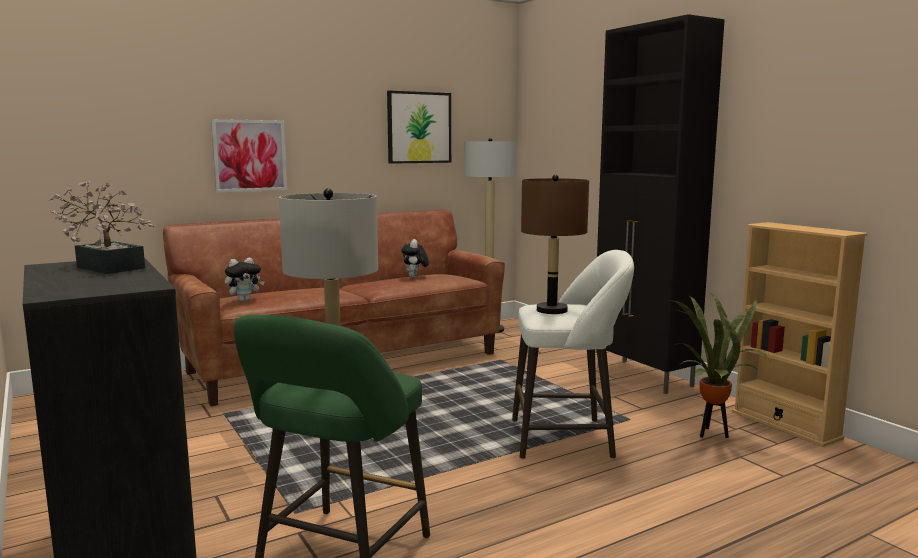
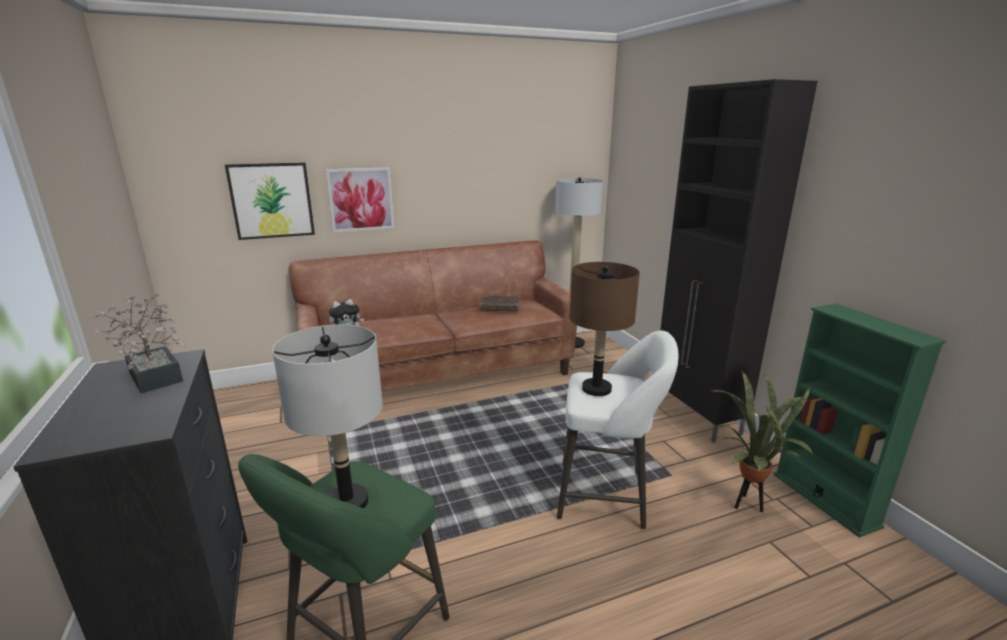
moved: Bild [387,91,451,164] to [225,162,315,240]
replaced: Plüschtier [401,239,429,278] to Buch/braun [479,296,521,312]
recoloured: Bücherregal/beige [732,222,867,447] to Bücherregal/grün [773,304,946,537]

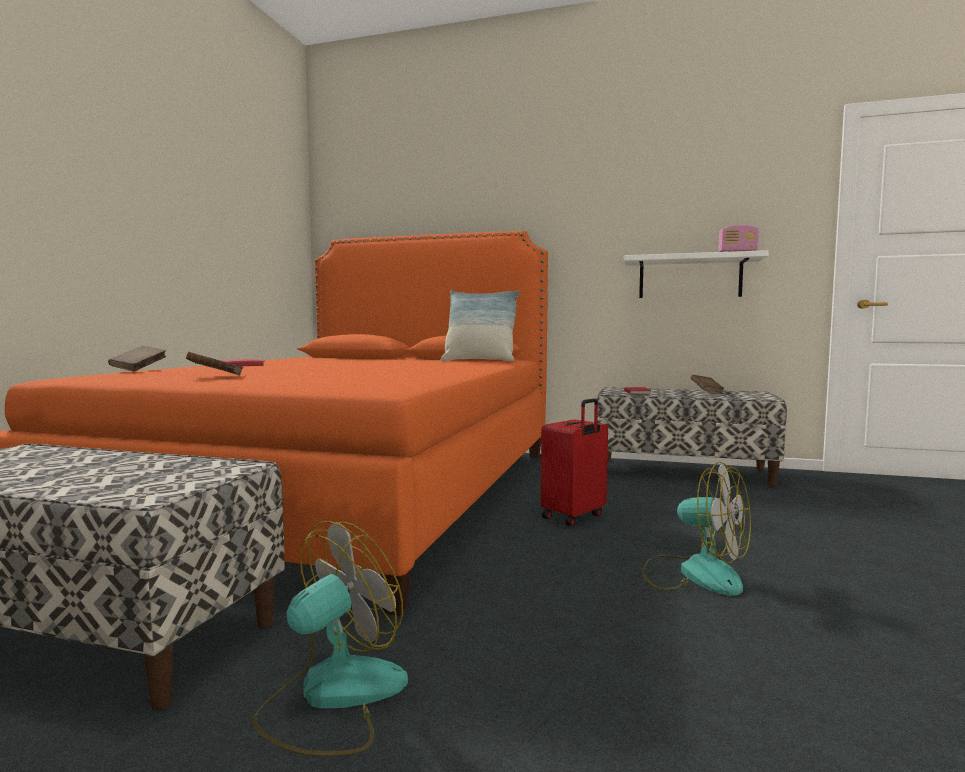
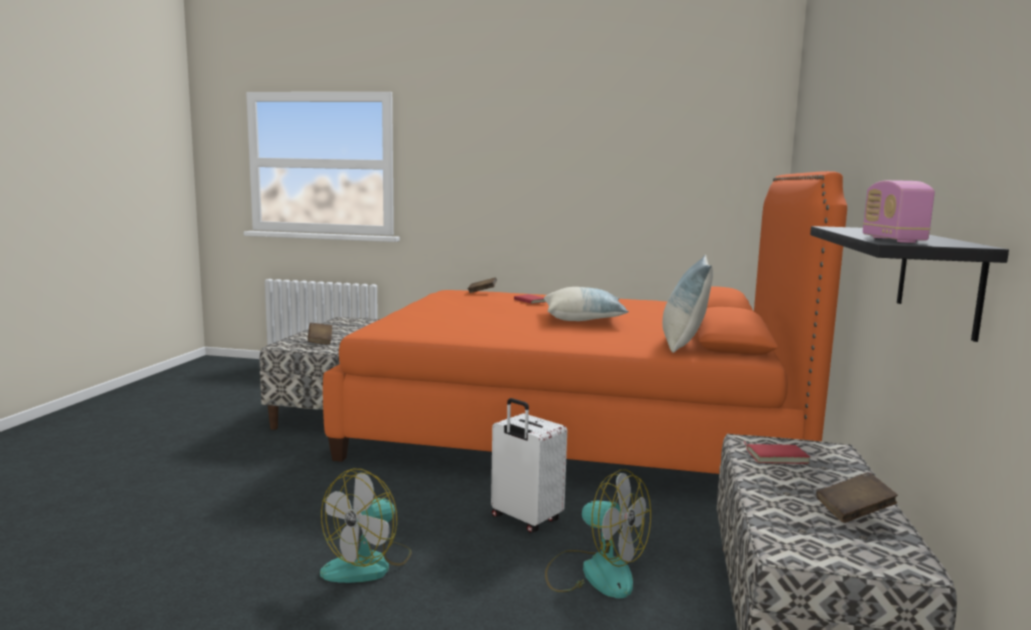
added: Kissen [544,287,629,321]
moved: Buch/braun [186,352,243,375] to [308,323,332,345]; Ventilator [252,521,408,756] to [545,469,651,598]
recoloured: Wandregal/weiß [624,250,769,298] to Wandregal/schwarz [810,226,1009,342]; Koffer/rot [541,398,608,526] to Koffer/weiß [491,398,567,533]

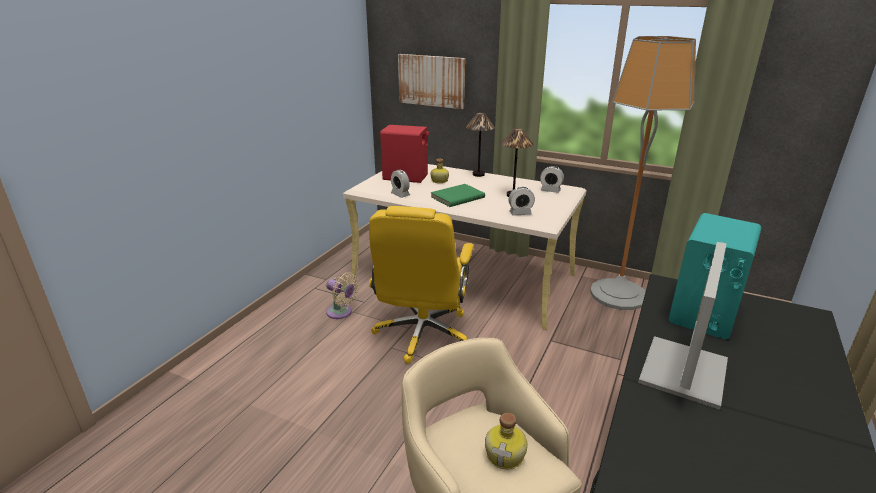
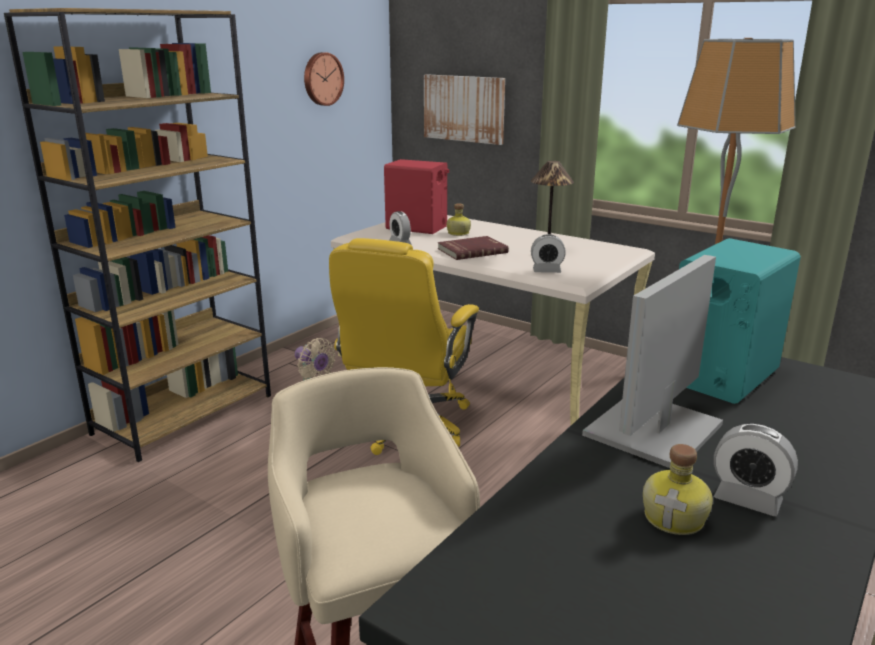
removed: Tischlampe [466,113,495,177]
added: Bücherregal/braun [4,8,271,462]; Wanduhr [304,52,344,106]
moved: Wecker [540,166,564,193] to [714,424,798,516]; Flasche [485,413,528,469] to [643,444,713,535]
recoloured: Buch/grün [431,184,485,207] to Buch/rot [438,236,509,260]

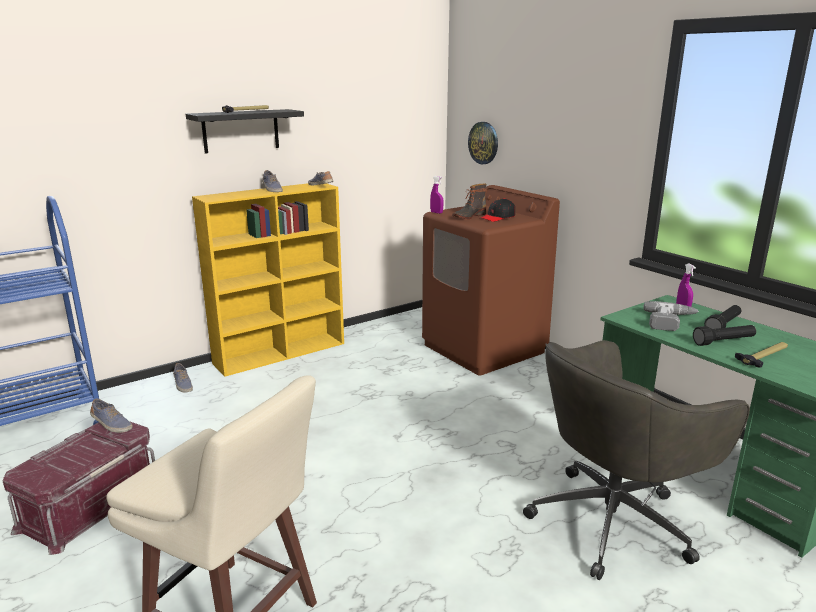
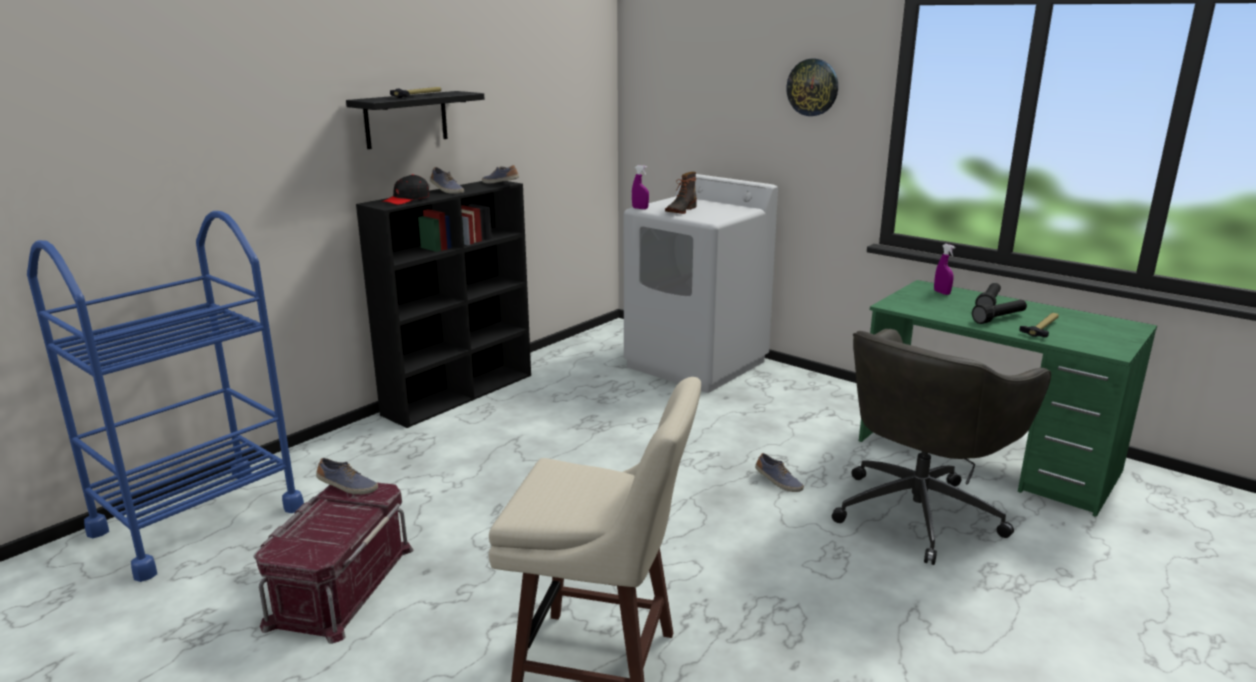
removed: Bohrmaschine [644,301,699,331]
moved: Wanduhr [468,122,498,165] to [786,59,838,116]; Kappe/schwarz [481,198,515,222] to [382,174,430,205]; Schuh [173,363,193,393] to [755,453,804,492]
recoloured: Bücherregal/gelb [192,183,344,377] to Bücherregal/schwarz [356,181,531,428]; Waschmaschine/braun [422,185,560,375] to Waschmaschine/weiß [624,174,778,393]

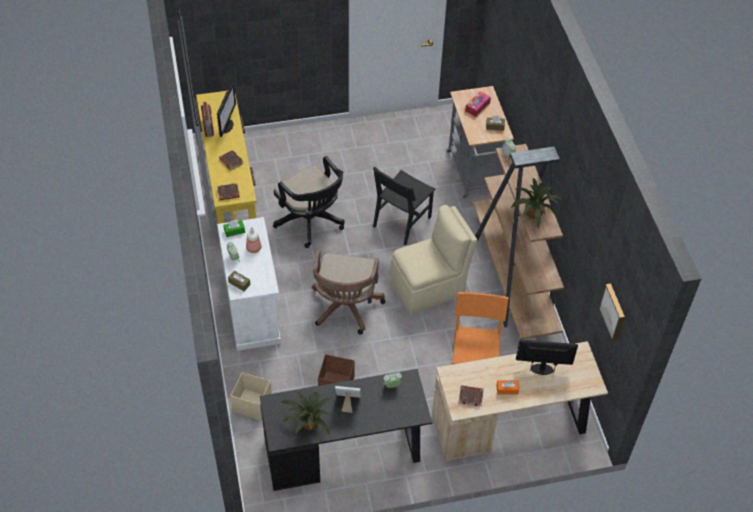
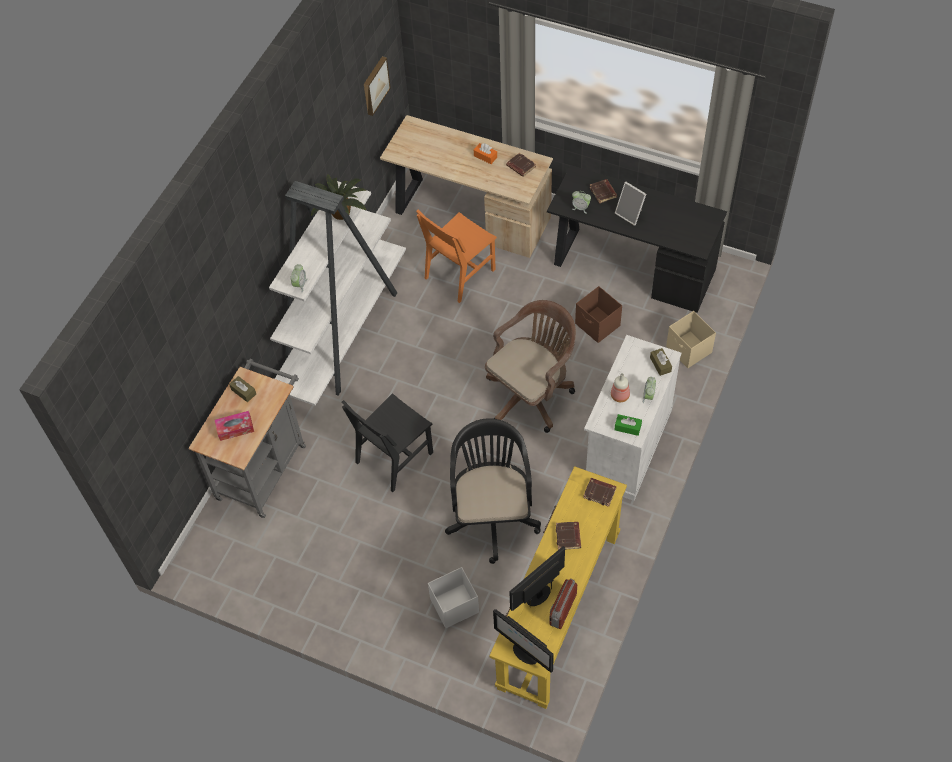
removed: Stuhl/beige [390,205,478,315]; Topfpflanze [280,392,332,435]
added: Buch/braun [590,179,617,204]; Aufbewahrungsbox/weiß [428,567,479,628]
moved: Monitor [516,339,578,375] to [493,609,554,673]
recoloured: Bücherregal/braun [473,144,564,339] to Bücherregal/weiß [269,181,406,406]
turned: Stuhl/schwarz [373,167,436,245] = [341,393,433,492] 150 degrees clockwise

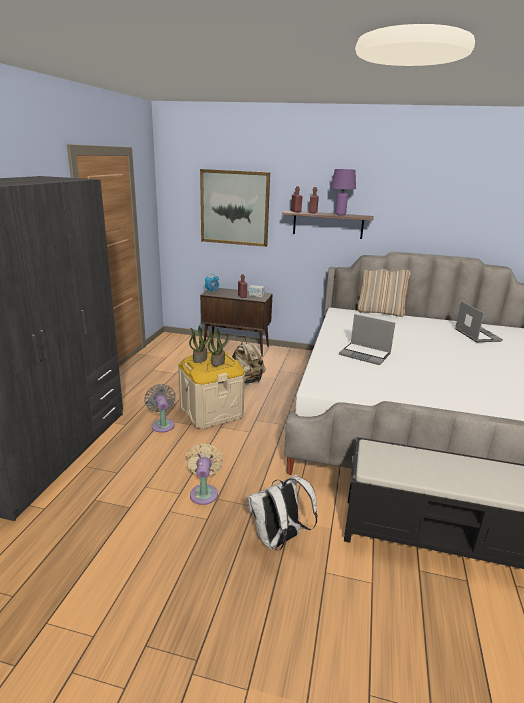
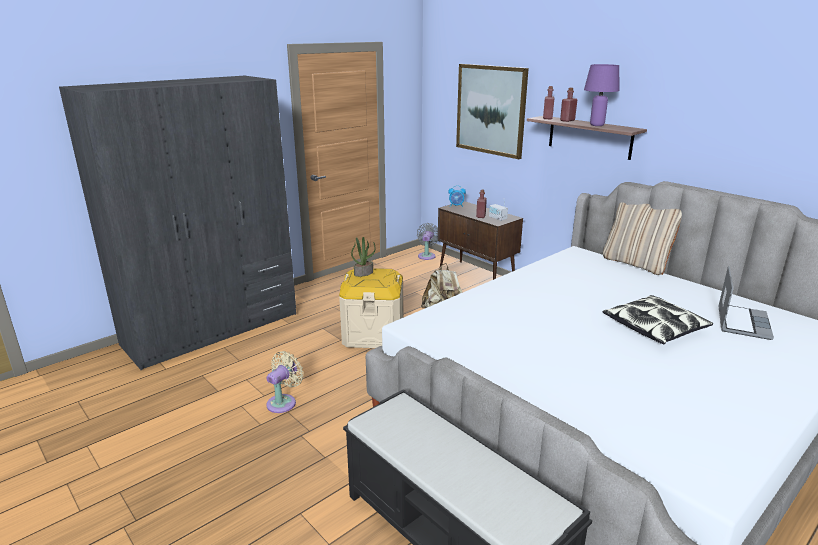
removed: Laptop [339,314,395,365]; Topfpflanze [208,329,229,366]; Rucksack/weiß [248,474,318,550]
added: Kissen [603,295,713,344]
moved: Ventilator/grau [145,384,175,433] to [417,223,438,260]

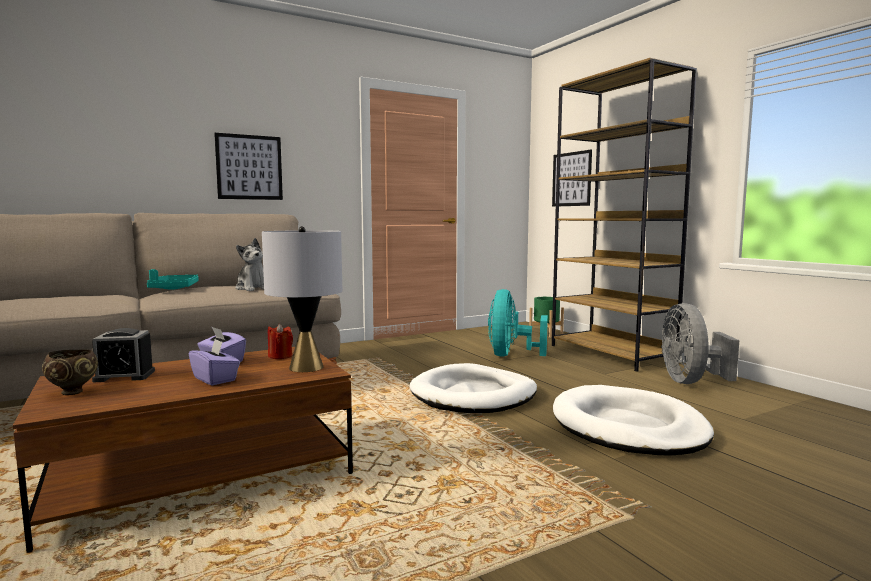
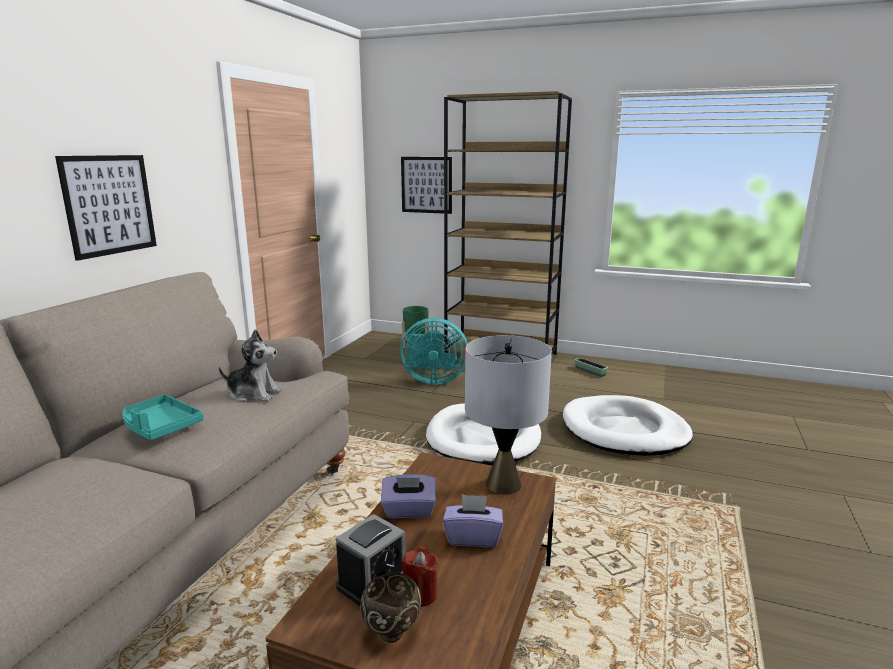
moved: Kerze/rot [268,324,293,359] to [402,547,438,607]
replaced: Ventilator/grau [661,303,739,384] to Pflanzkübel [575,358,608,377]
turned: Ventilator/türkis [488,289,548,357] = [400,318,468,385] 60 degrees counterclockwise

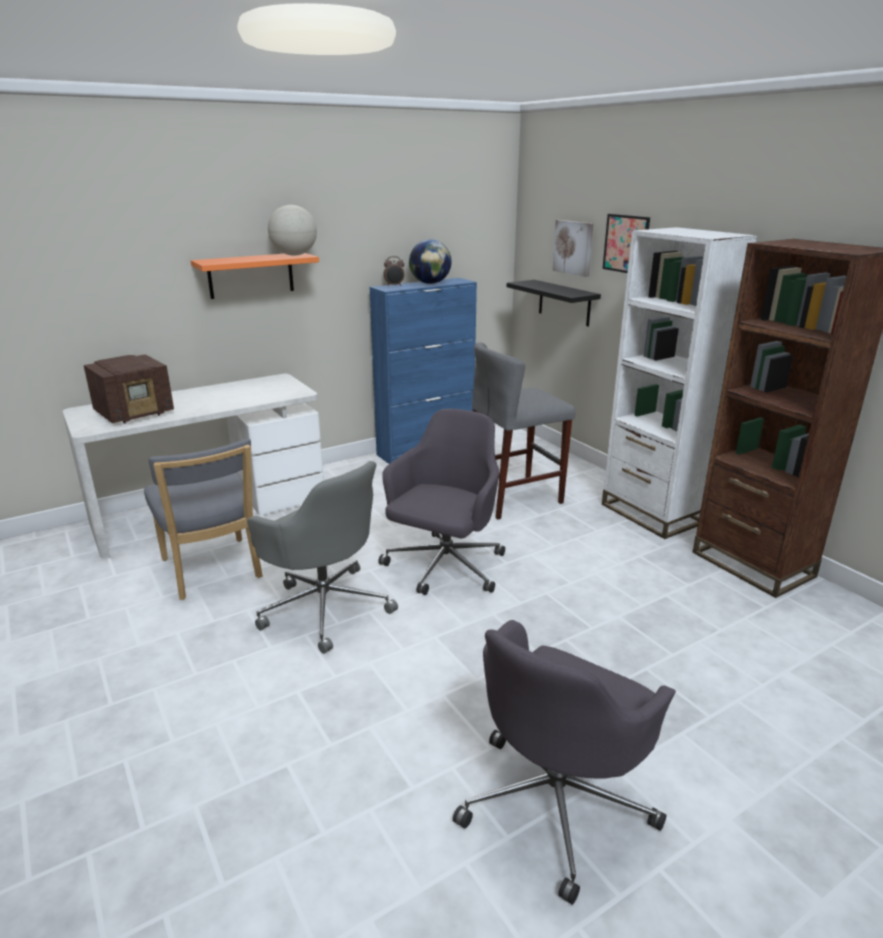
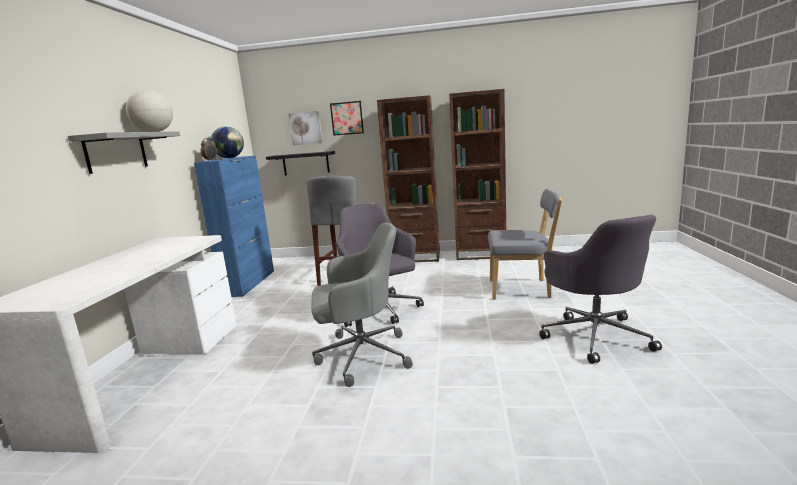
removed: Radio [84,355,174,423]
moved: Stuhl/grau [144,439,263,600] to [488,189,563,299]
recoloured: Bücherregal/weiß [602,227,757,539] to Bücherregal/braun [377,95,440,262]; Wandregal/orange [191,253,319,299] to Wandregal/grau [68,131,180,174]

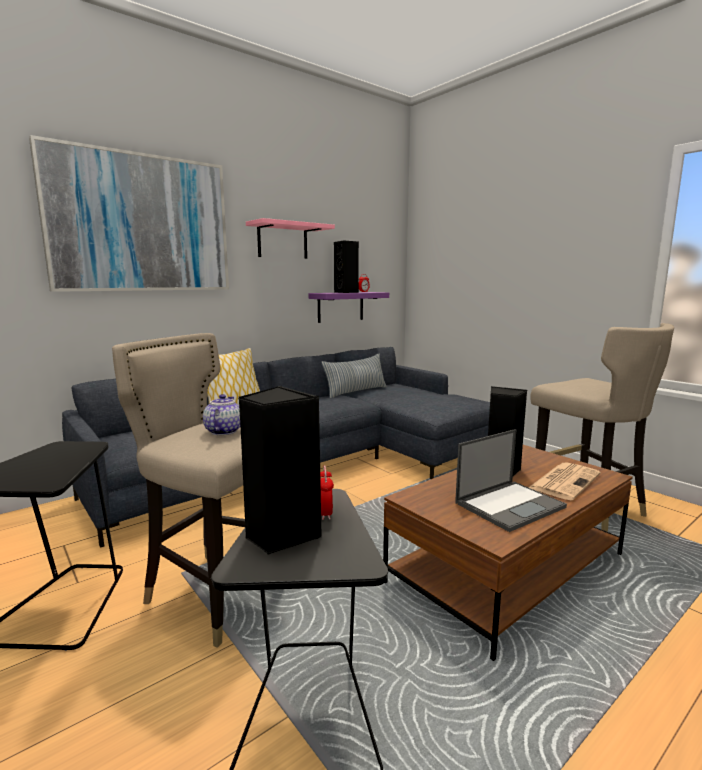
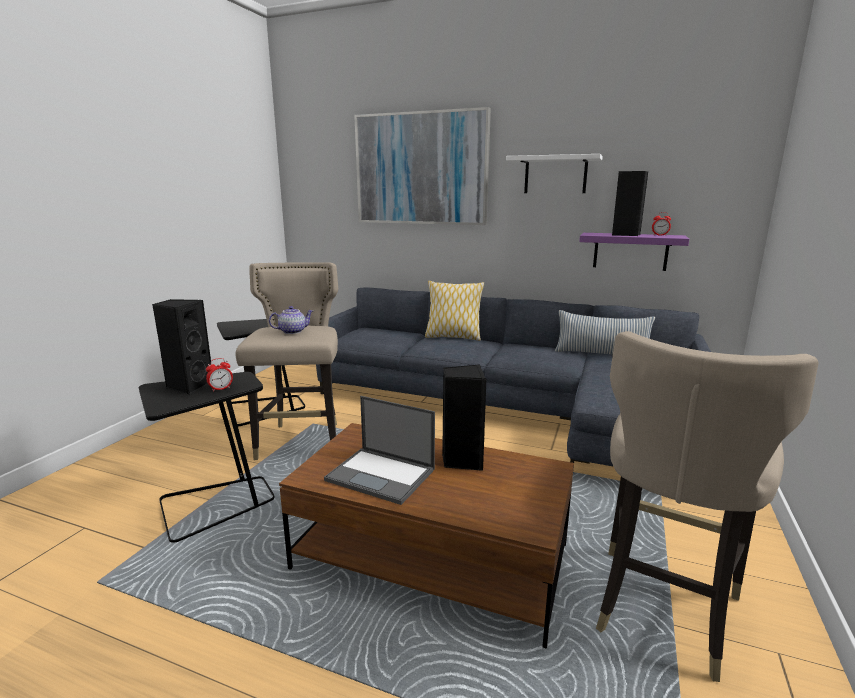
removed: Zeitung [528,462,601,500]
recoloured: Wandregal/rosa [246,218,335,259] to Wandregal/weiß [506,154,603,193]

